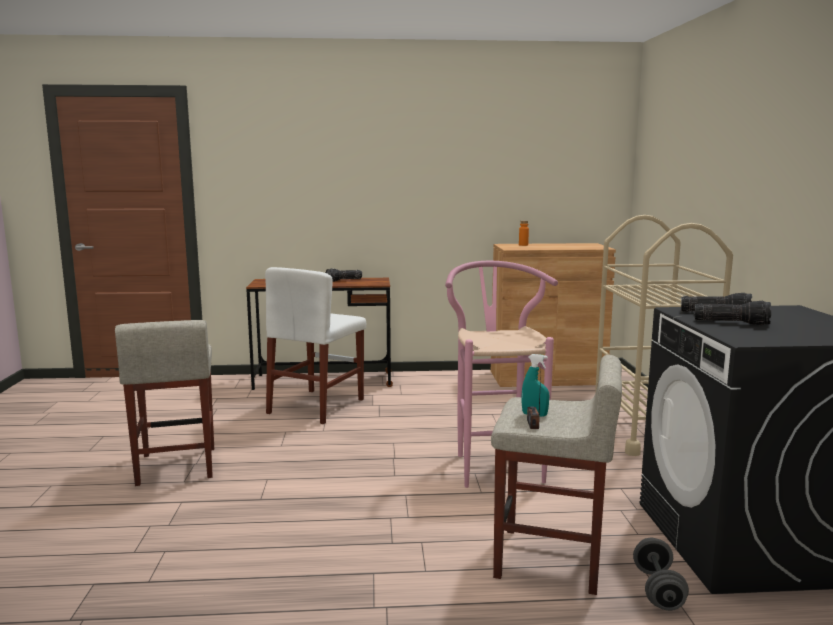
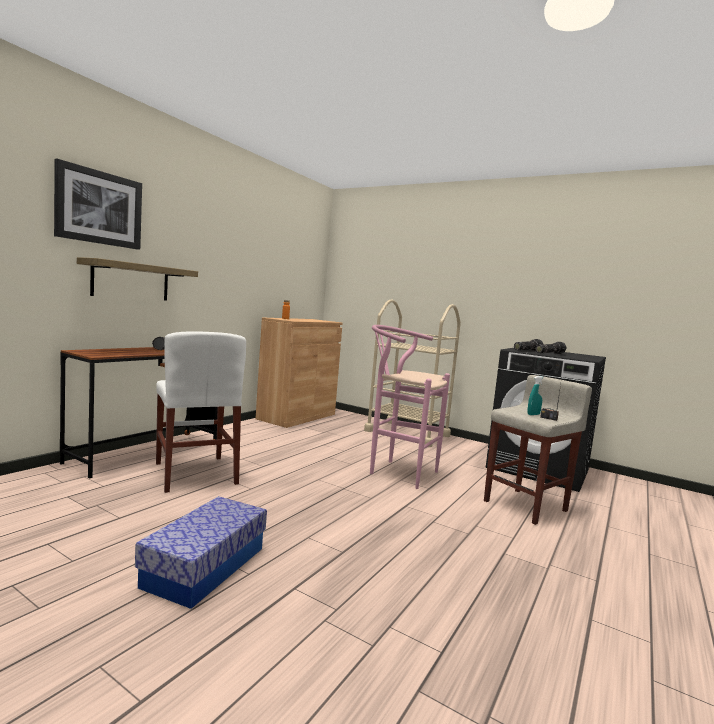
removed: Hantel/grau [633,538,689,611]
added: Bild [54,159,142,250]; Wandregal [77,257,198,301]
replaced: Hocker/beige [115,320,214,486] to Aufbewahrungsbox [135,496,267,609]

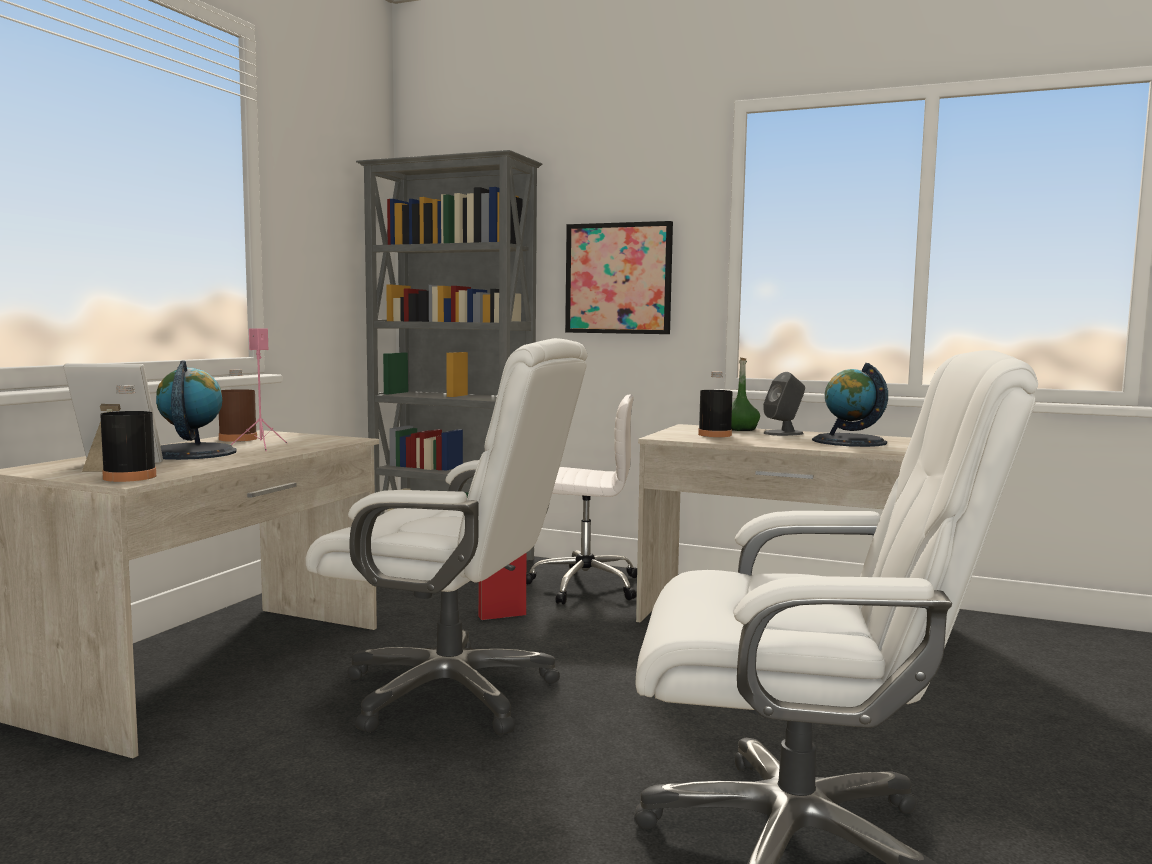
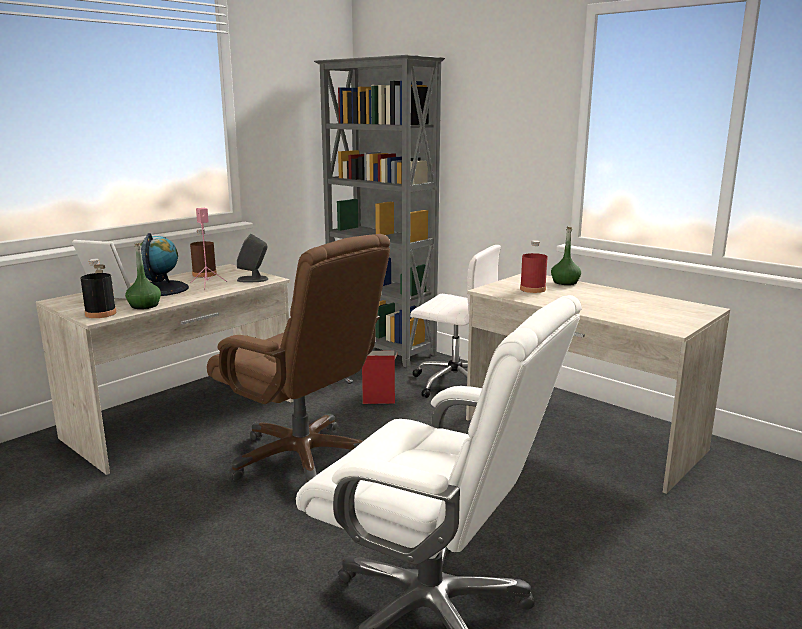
removed: Bild [565,221,673,334]; Globus [812,363,888,447]
added: Flasche/grün [125,243,161,309]
moved: Lautsprecher/grau [763,372,805,436] to [237,234,268,282]
recoloured: Bürostuhl/weiß [306,338,587,735] to Bürostuhl/braun [207,234,390,482]; Flasche/schwarz [698,372,733,437] to Flasche/rot [520,240,548,293]

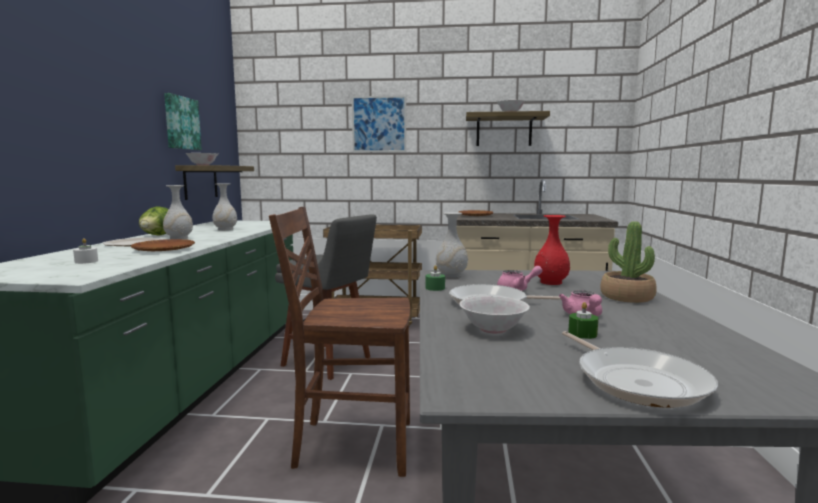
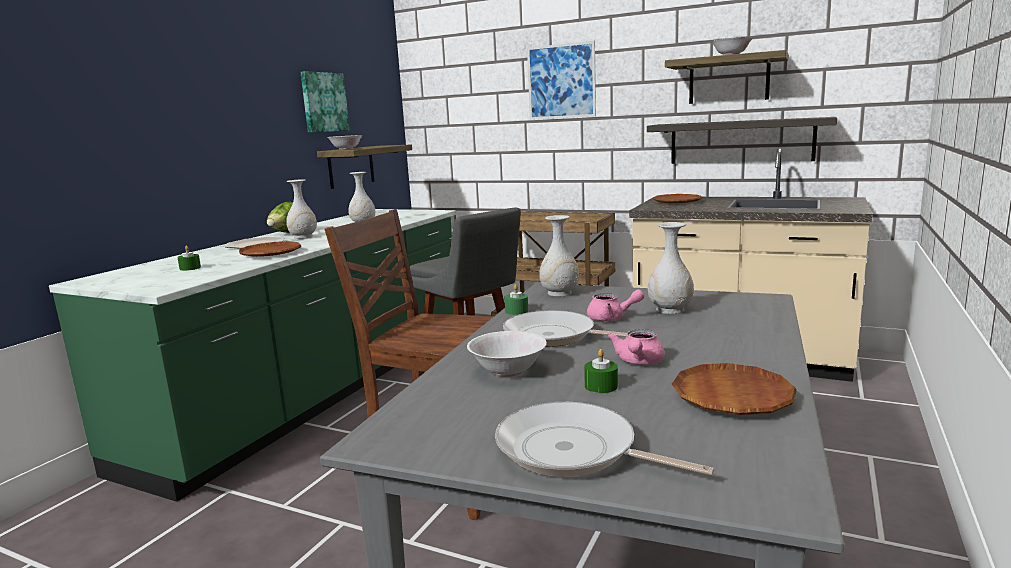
removed: Topfpflanze [600,221,657,303]
added: Wandregal [647,117,837,164]; Teller/braun [672,363,797,415]
recoloured: Vase/rot [534,215,570,285] to Vase/weiß [648,222,694,314]; Kerze/weiß [73,238,98,264] to Kerze/grün [177,246,201,271]
turned: Pfanne [562,331,718,408] = [495,402,714,477] 120 degrees clockwise

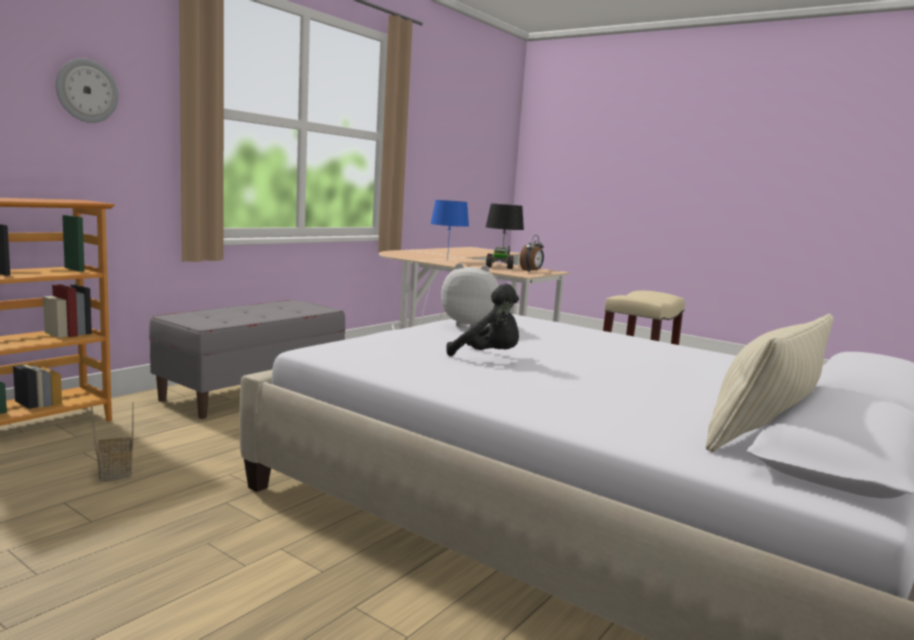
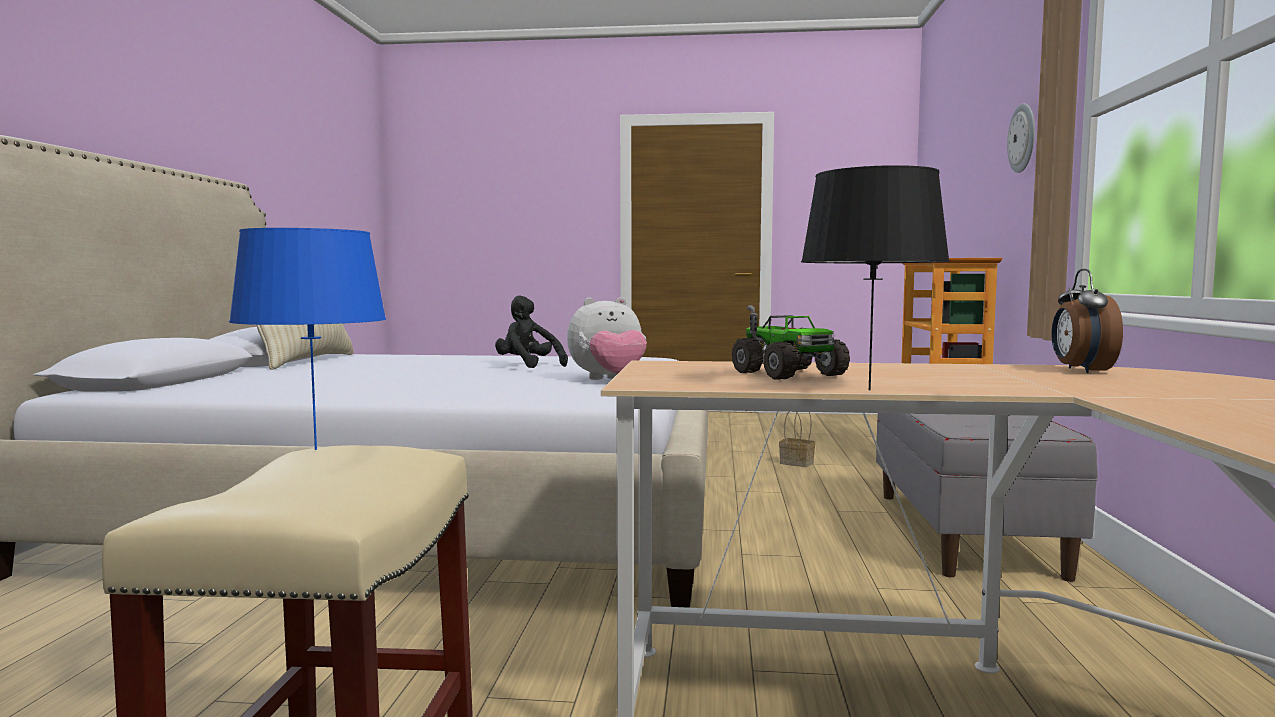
moved: Tischlampe/blau [430,200,469,260] to [229,228,386,450]; Wecker [520,235,544,272] to [1052,269,1123,373]
turned: Plüschtier/schwarz [446,284,519,356] = [495,296,568,368] 45 degrees clockwise

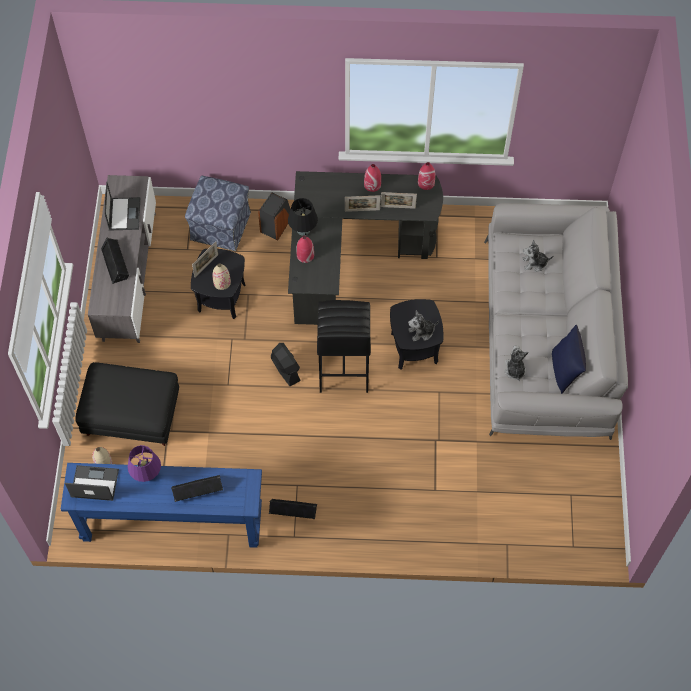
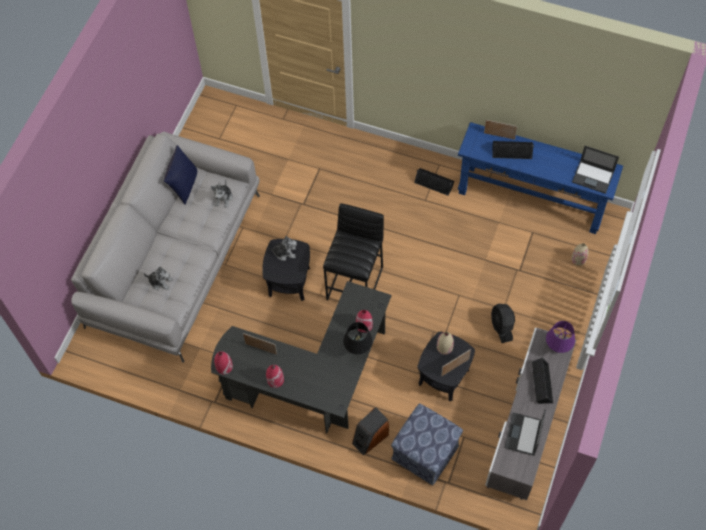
removed: Polsterhocker/schwarz [75,362,179,446]
moved: Bilderrahmen [345,195,381,212] to [484,120,517,140]; Ventilator/schwarz [271,343,301,386] to [491,304,515,343]; Tischlampe/lila [128,445,161,482] to [546,321,575,353]

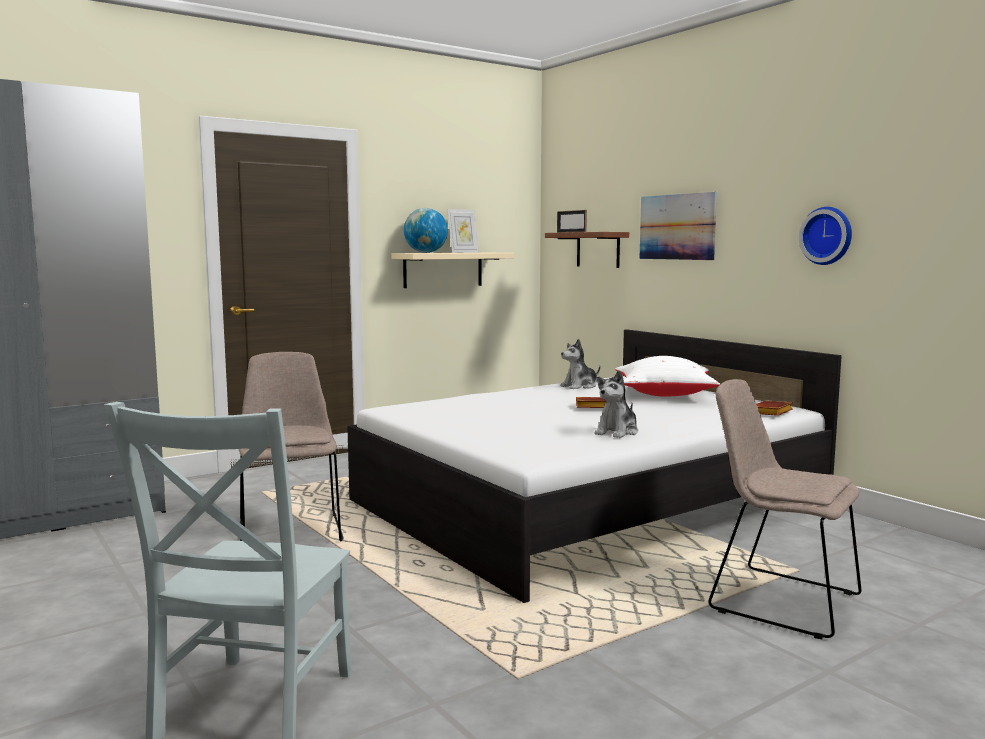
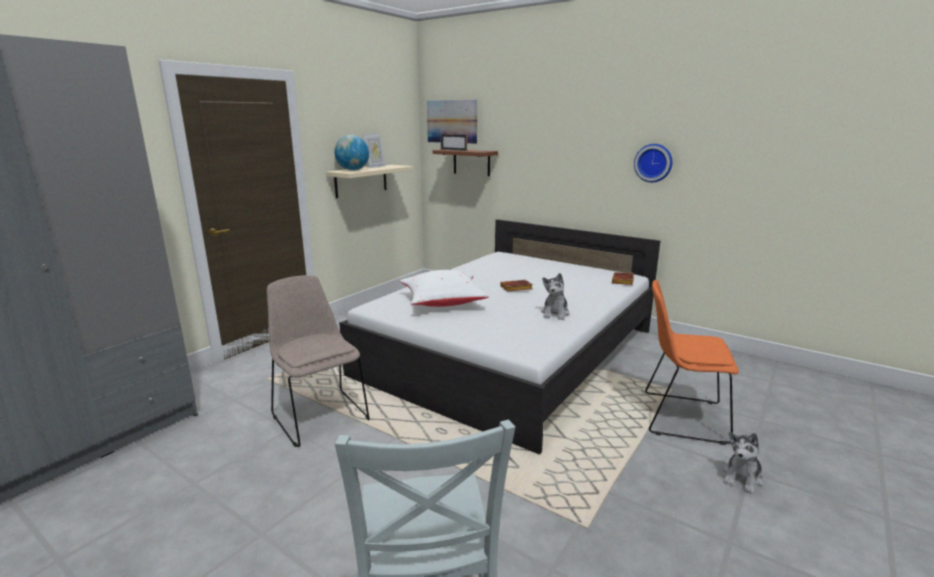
moved: Bild [639,192,717,260] to [427,100,477,144]; Plüschtier [560,339,601,389] to [723,432,763,494]; Kissen/weiß [615,356,720,397] to [400,270,489,307]
recoloured: Stuhl/beige [708,379,862,639] to Stuhl/orange [645,280,739,445]

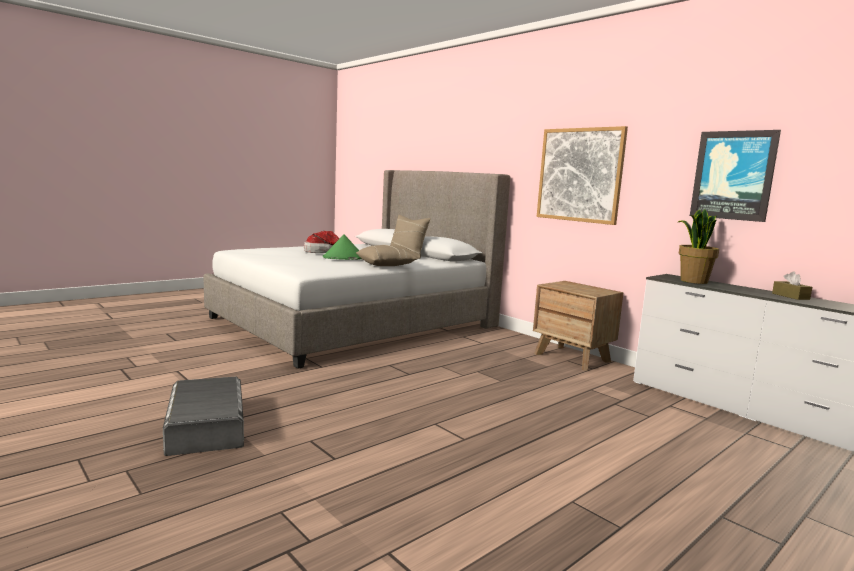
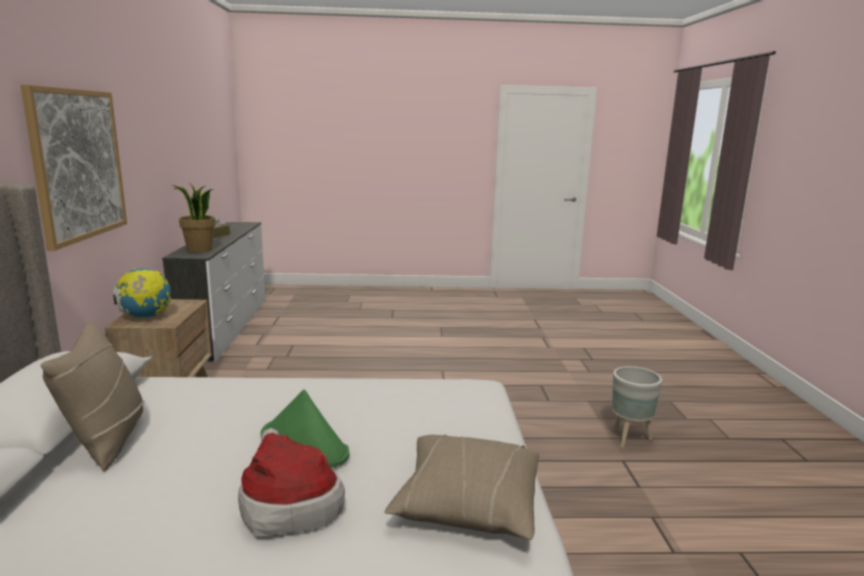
removed: Bild [690,130,781,222]
added: Globus [113,268,171,319]
moved: Kissen/beige [356,245,418,266] to [384,435,539,540]
replaced: Aufbewahrungsbox/grau [163,377,244,456] to Pflanzkübel/grau [612,366,662,448]

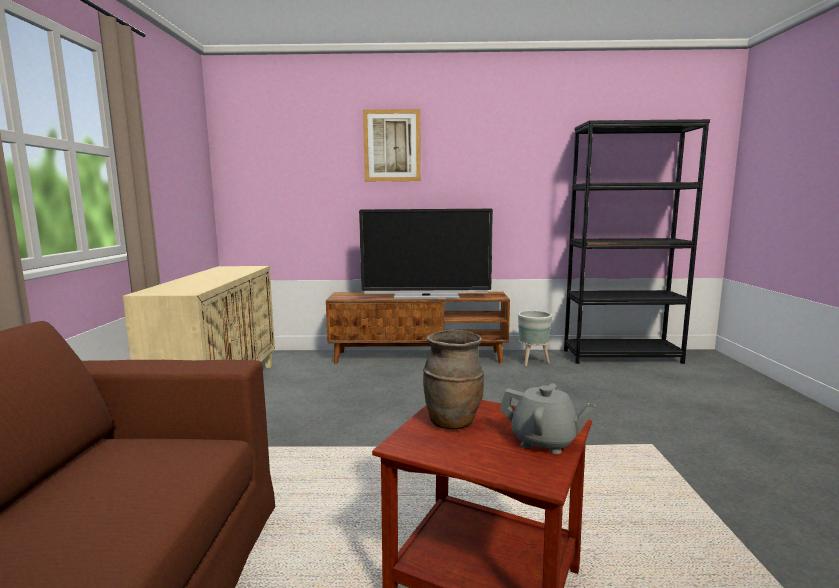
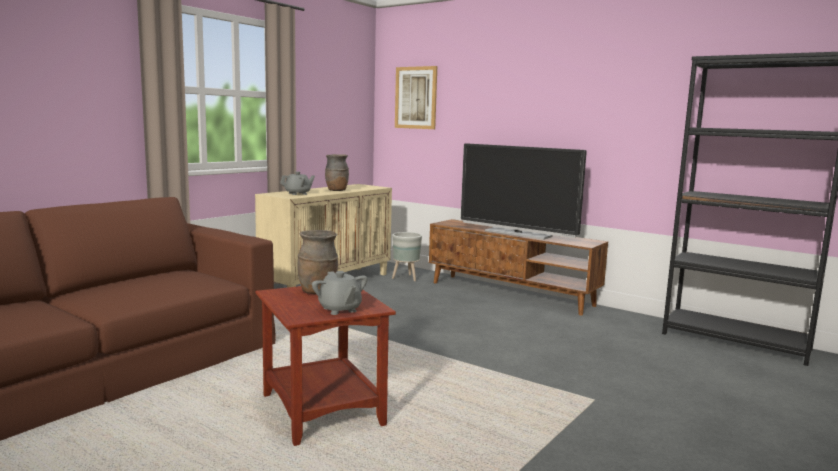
added: Vase/braun [325,154,349,191]; Teekanne/grau [280,171,315,195]
moved: Bild [363,109,421,181] to [395,66,437,129]; Pflanzkübel/grau [518,310,552,366] to [392,232,422,281]

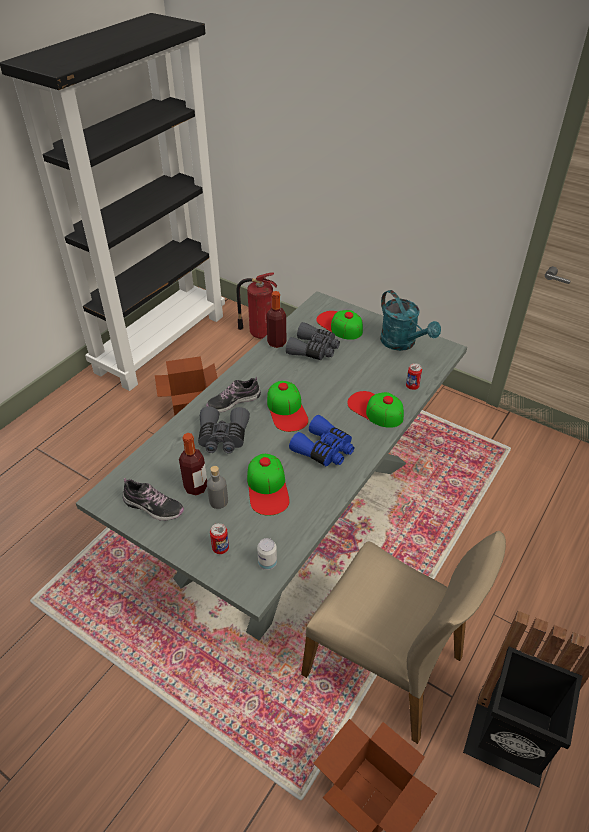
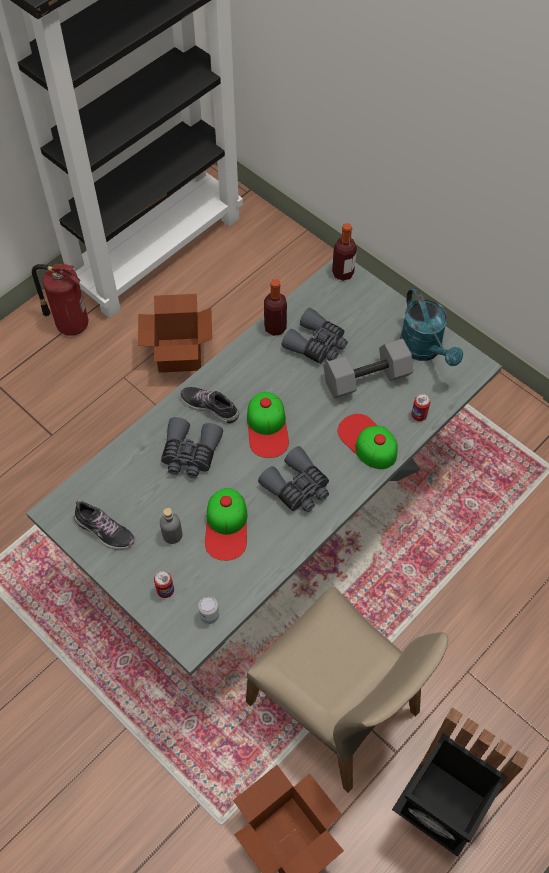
removed: Kappe [316,310,363,340]
added: Hantel/grau [323,339,413,399]
moved: Feuerlöscher [236,272,277,339] to [32,264,88,336]; Flasche [179,433,207,496] to [332,223,357,281]
recoloured: Fernglas/blau [289,415,354,466] to Fernglas/grau [258,446,329,512]
turned: Schuh [206,377,261,412] = [180,387,239,423] 45 degrees clockwise

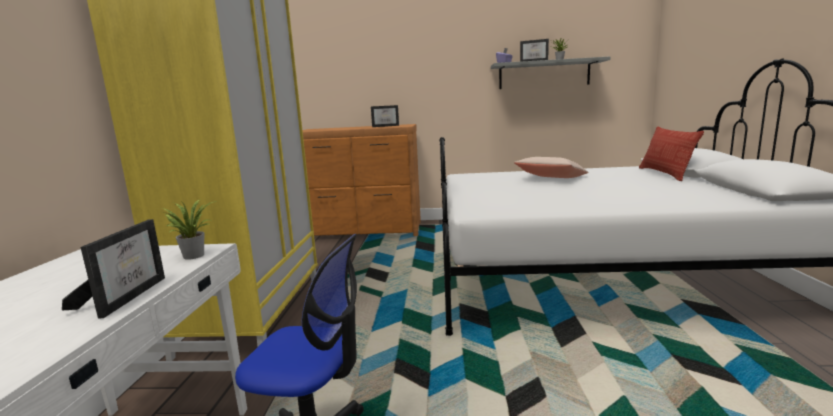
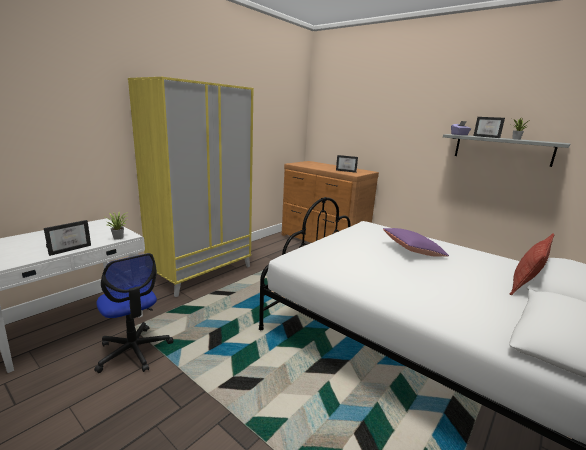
recoloured: Kissen/beige [514,157,589,178] to Kissen/lila [383,228,449,257]

